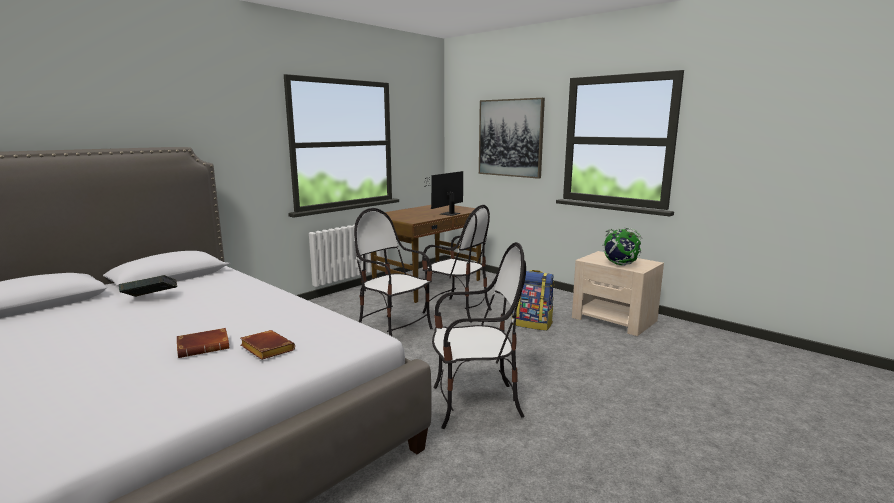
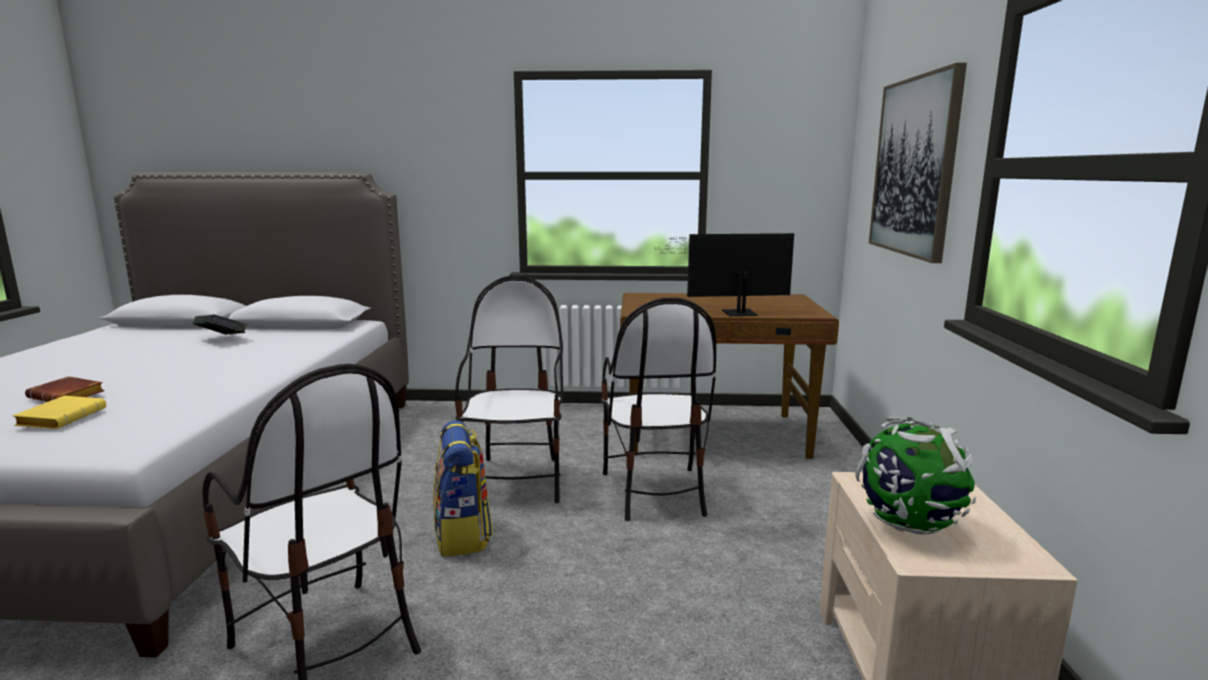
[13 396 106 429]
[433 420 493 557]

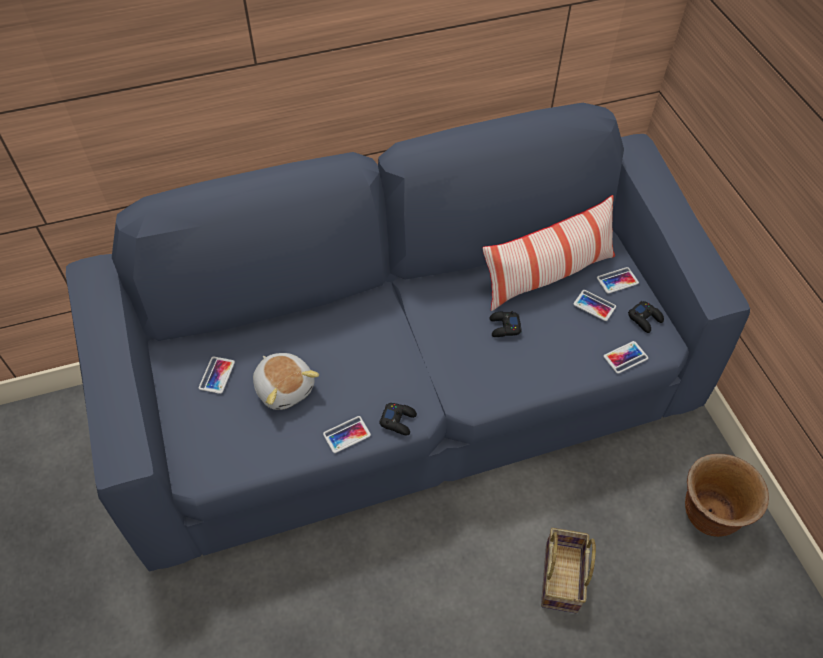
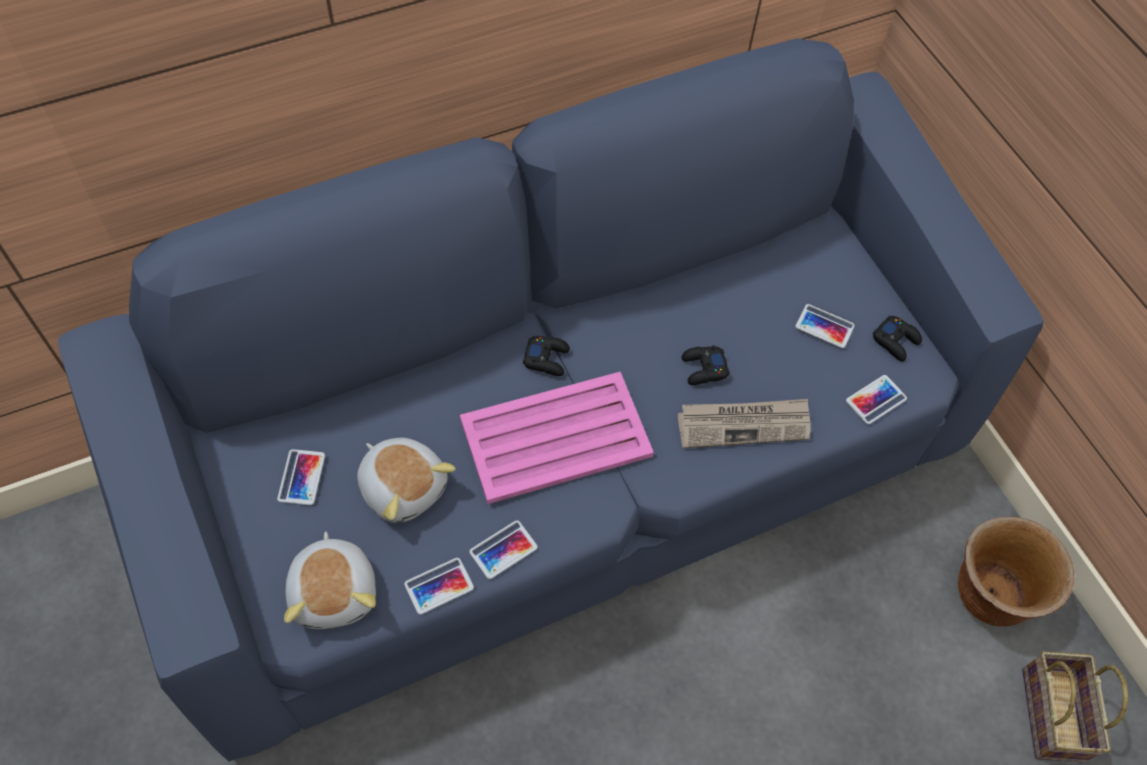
[284 532 376 629]
[404 558 474 614]
[460 372 654 504]
[523 336 570 376]
[678 399 811 448]
[1022 651 1128 763]
[482 195 615 311] (first image)

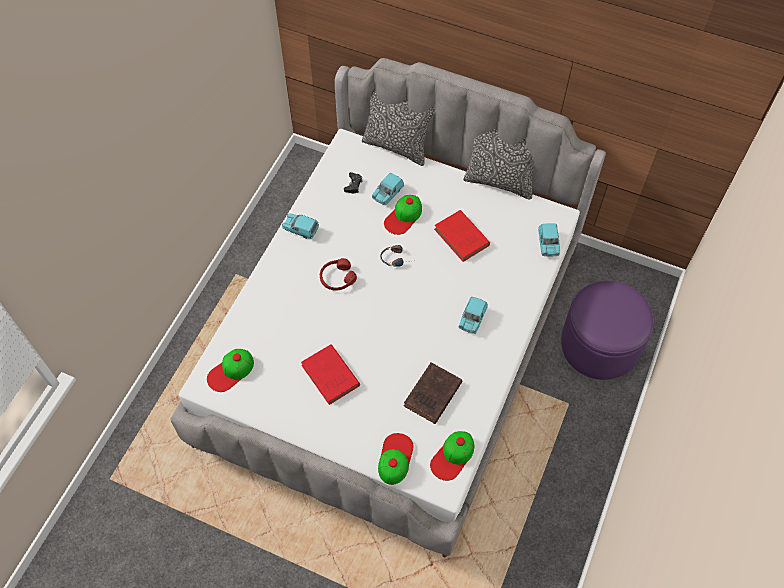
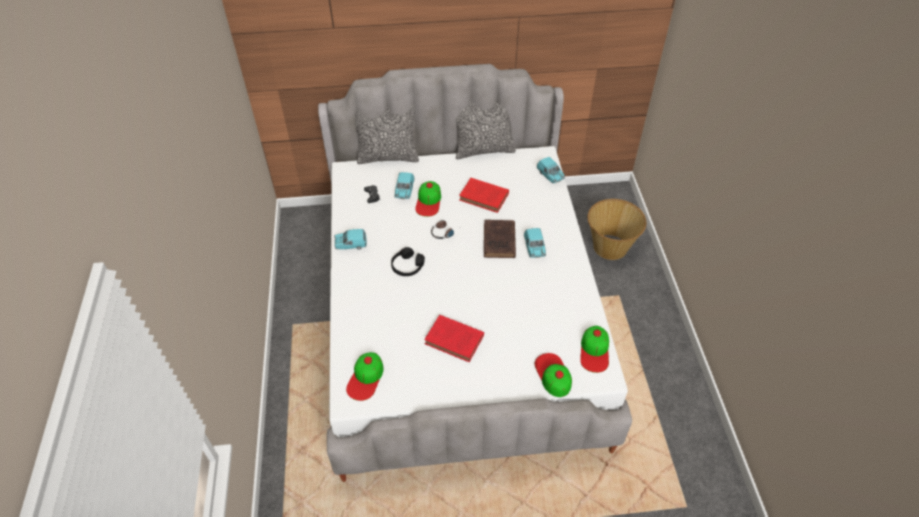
[391 247 425 276]
[484 220 516 258]
[588 199 646 260]

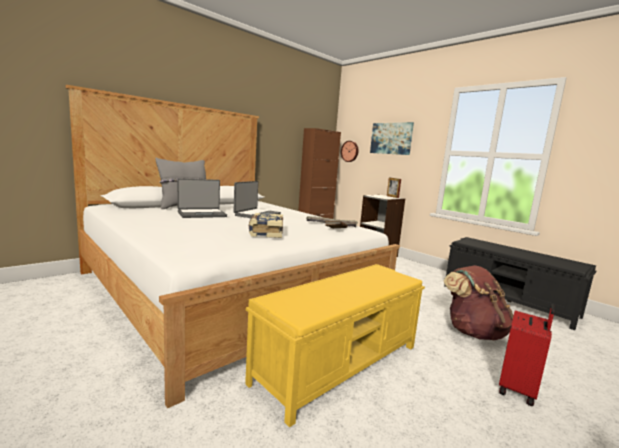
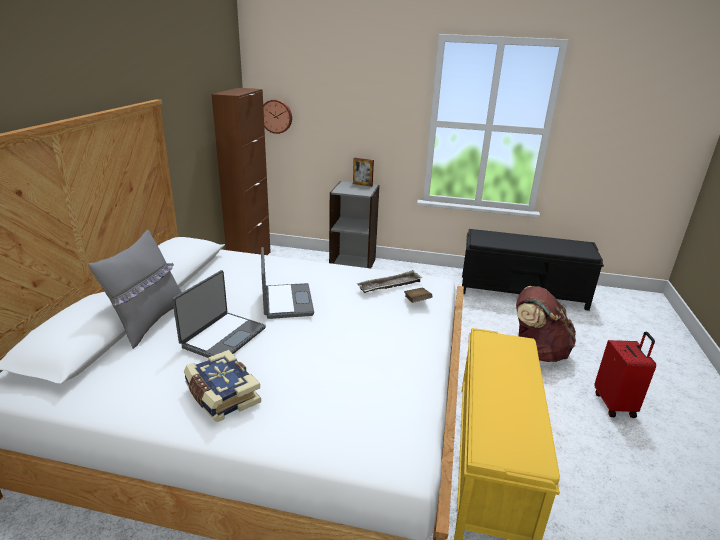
[184 350 261 422]
[370 122 414 155] (first image)

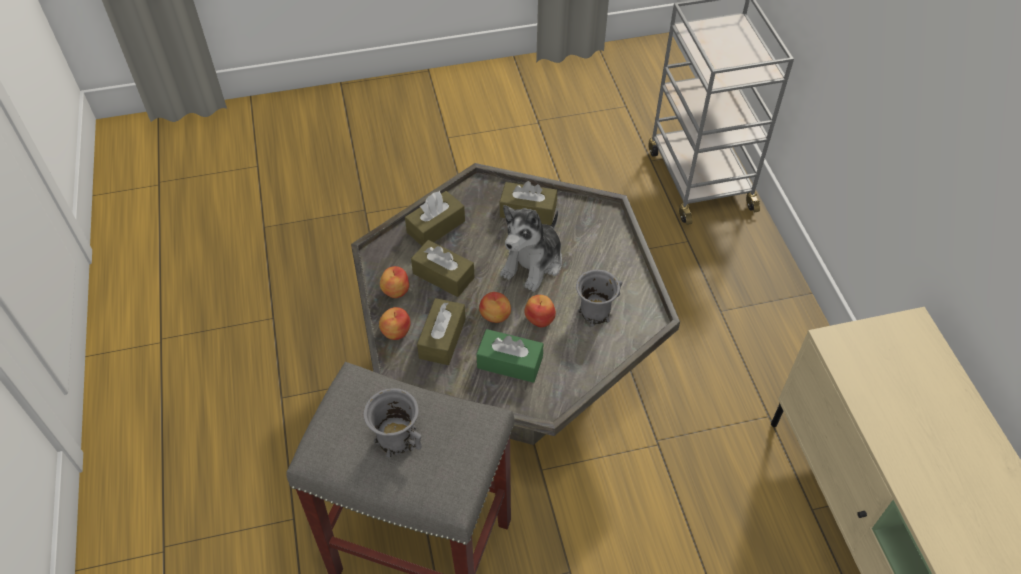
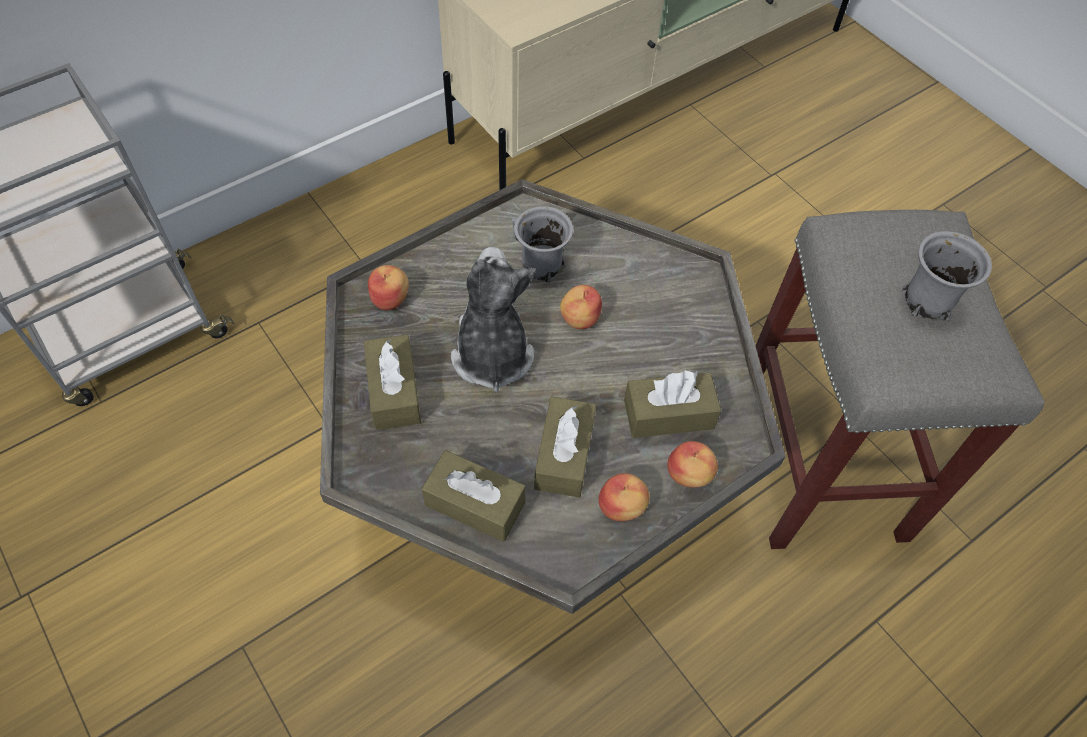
[368 265 409 310]
[451 246 536 392]
[476 329 543 383] (first image)

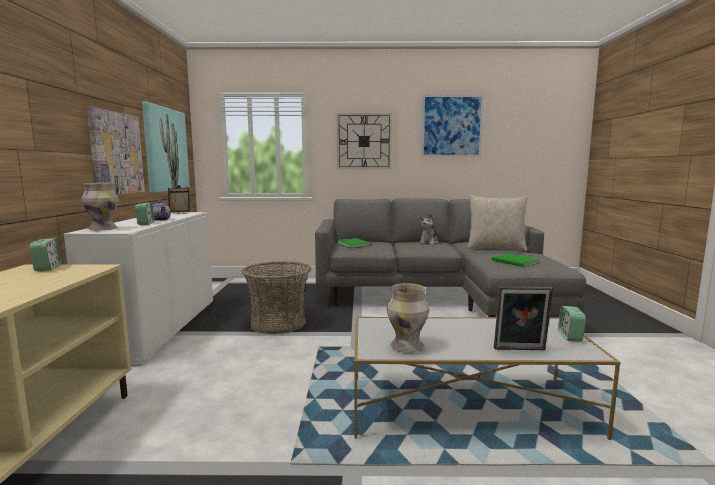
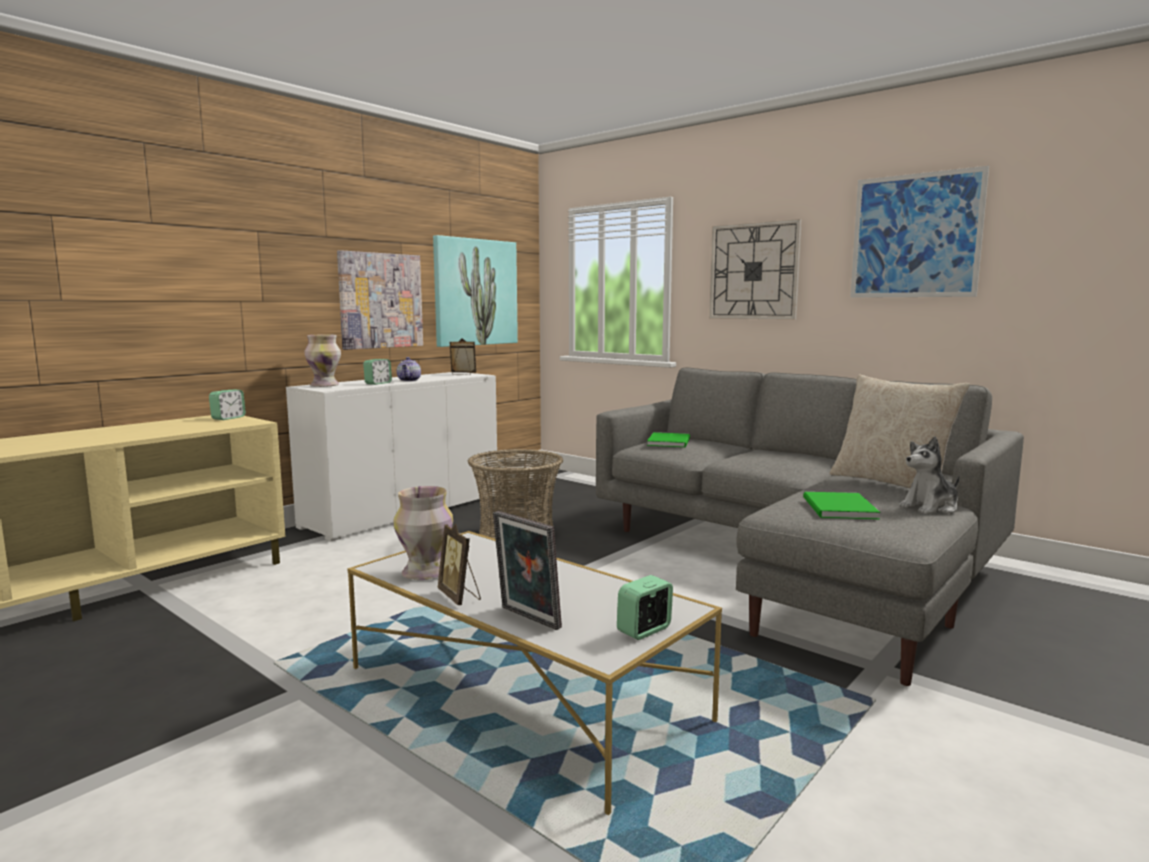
[438 524 481 605]
[899 436 960 514]

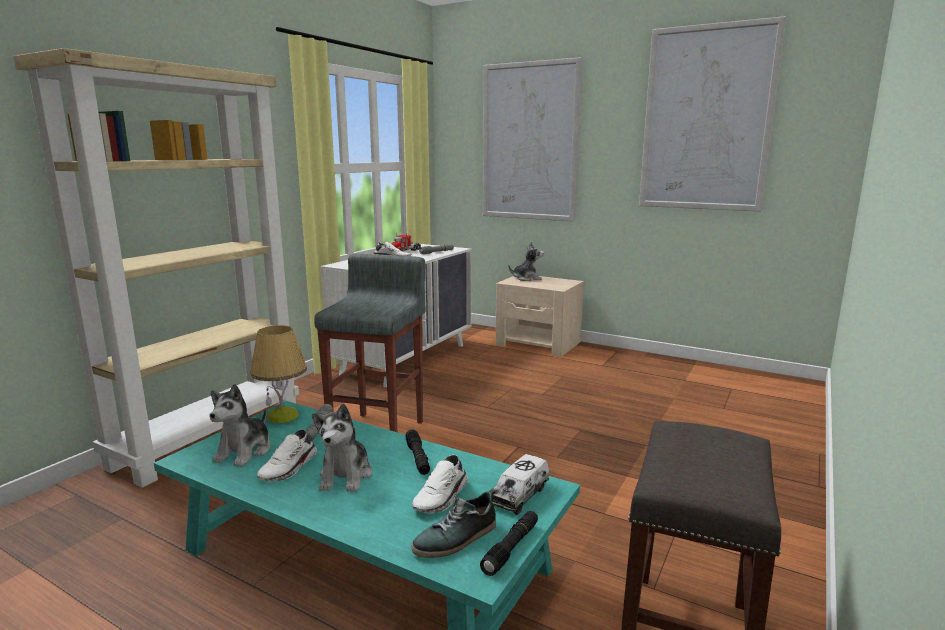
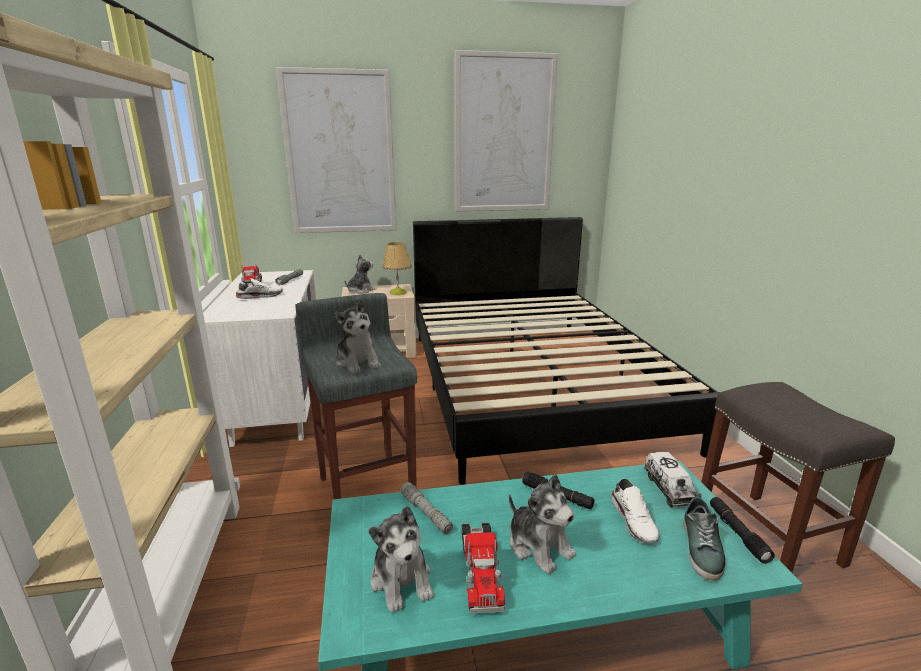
[334 299 381 374]
[382 242 412 295]
[413 217 720 485]
[461 522 505 613]

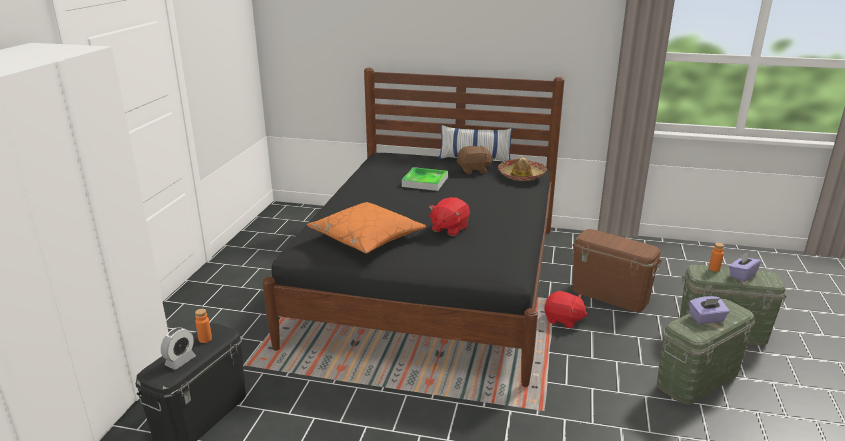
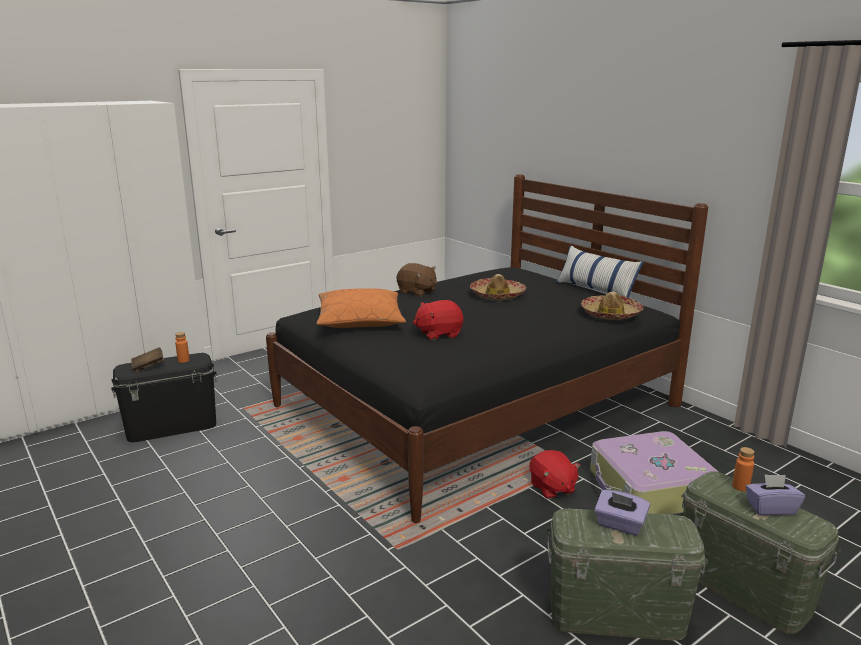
[131 347 164 373]
[397 263 437 297]
[470 274 526 300]
[590 431 718 515]

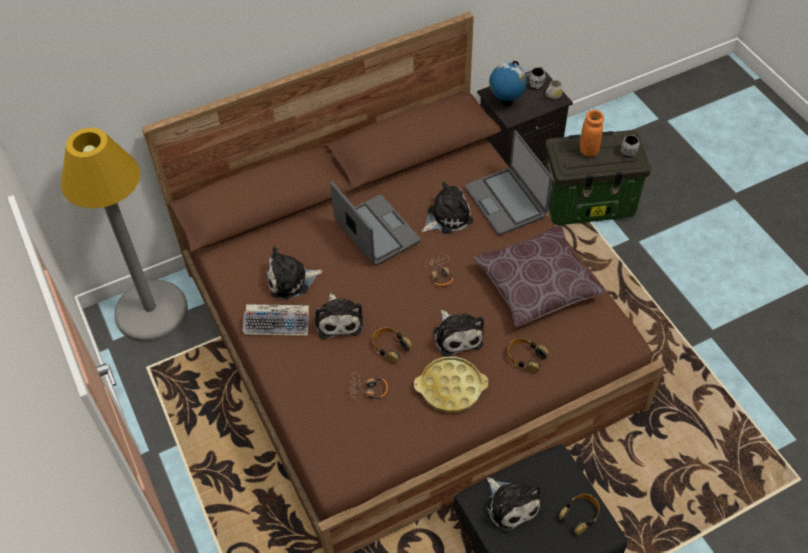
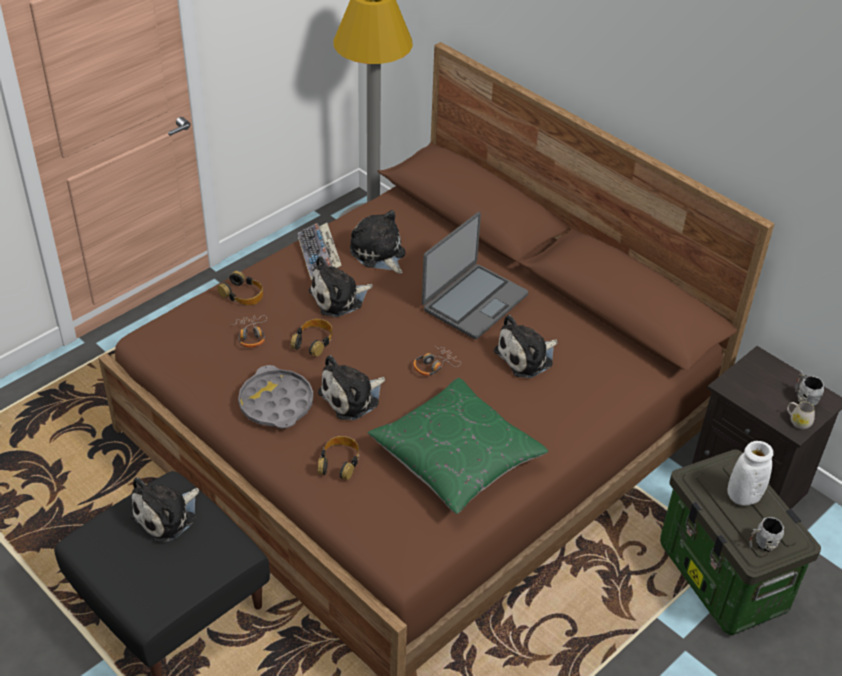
[217 271 263 305]
[238 365 313 429]
[368 378 548 514]
[494 315 558 378]
[727 441 773 505]
[465 130 553 235] (first image)
[489 61 527 106] (first image)

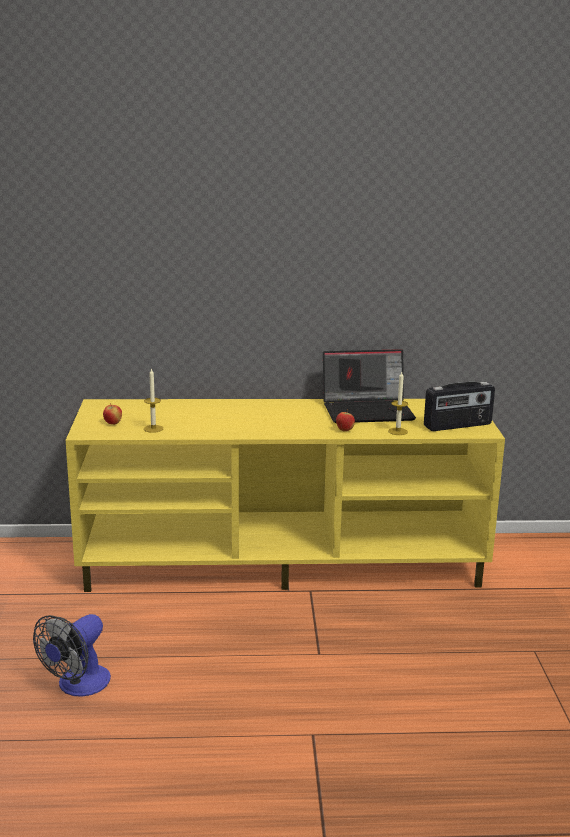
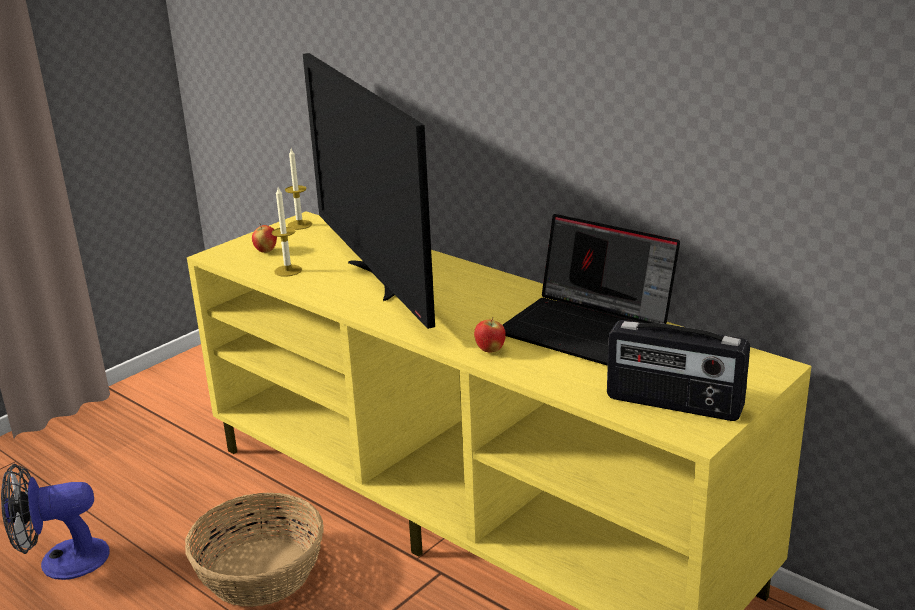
[185 493 324 607]
[285 149 312 230]
[303 53 435 329]

